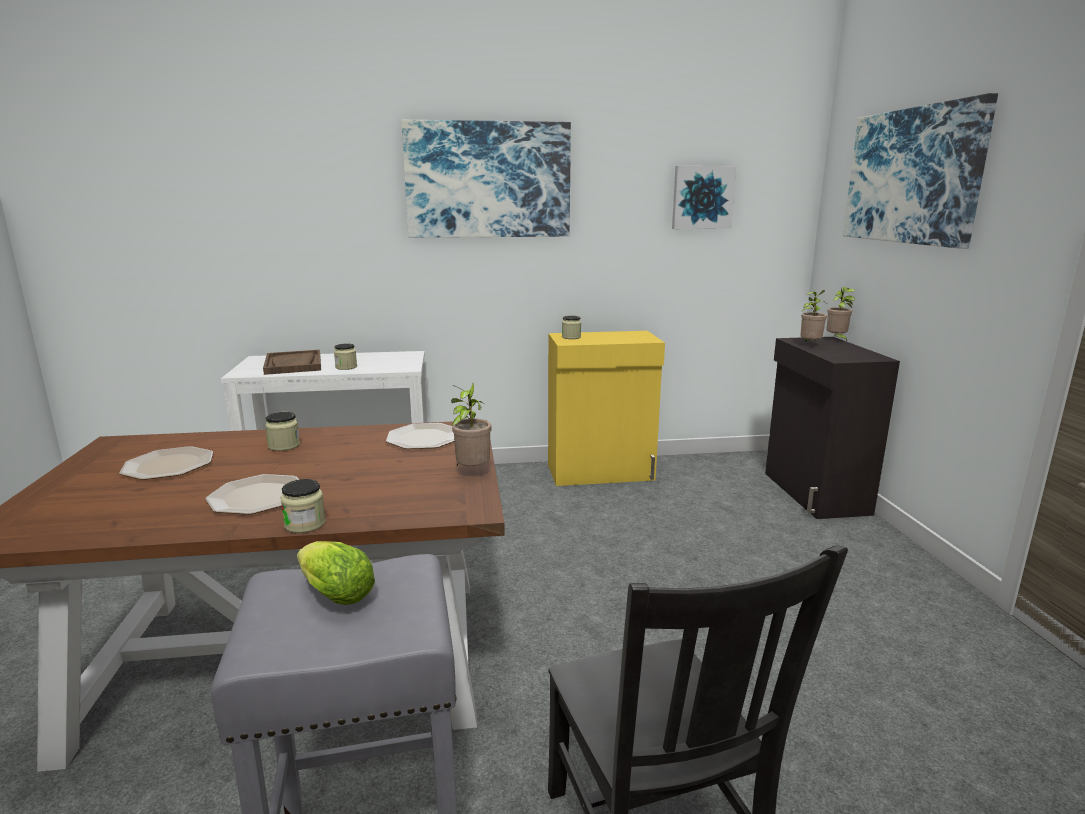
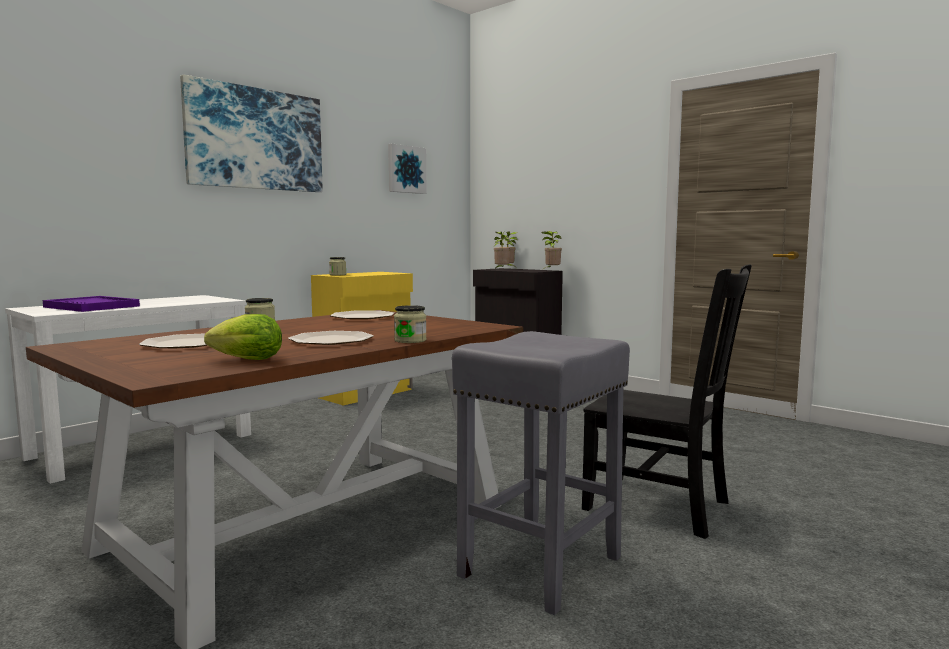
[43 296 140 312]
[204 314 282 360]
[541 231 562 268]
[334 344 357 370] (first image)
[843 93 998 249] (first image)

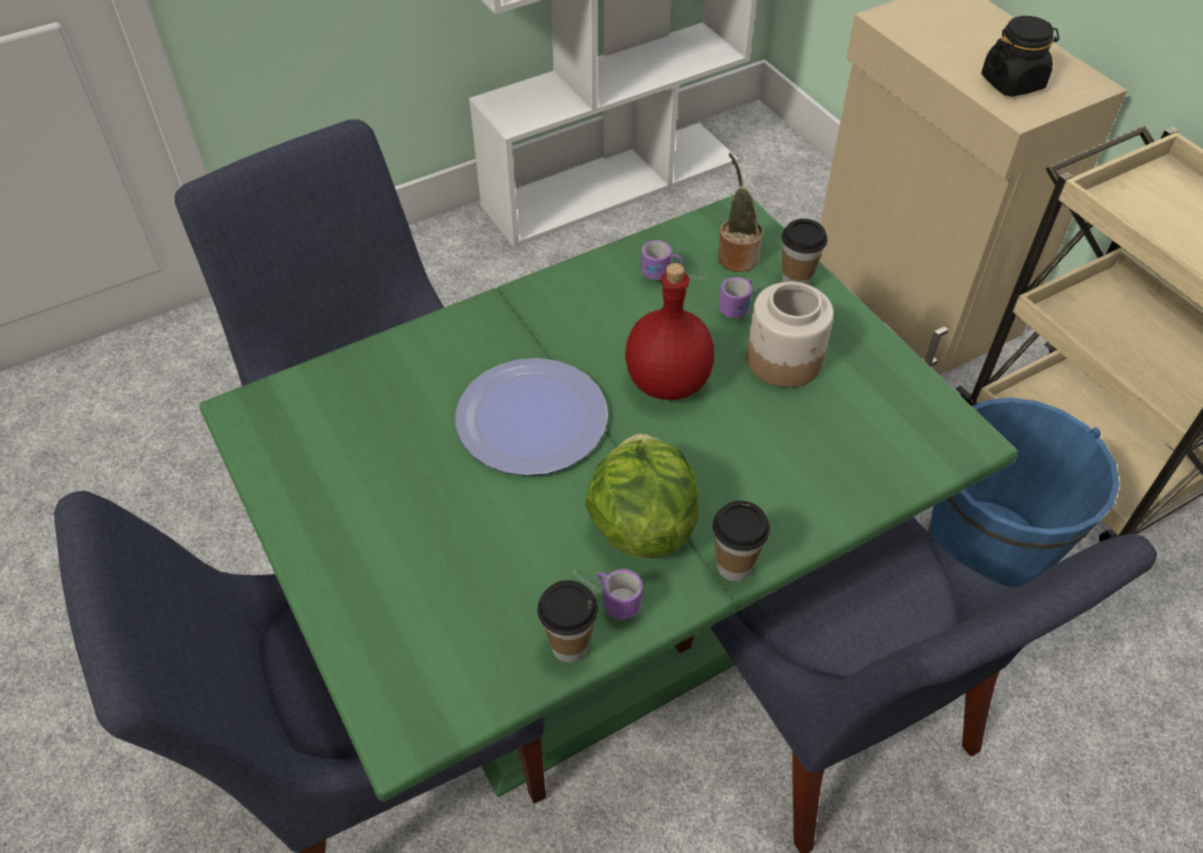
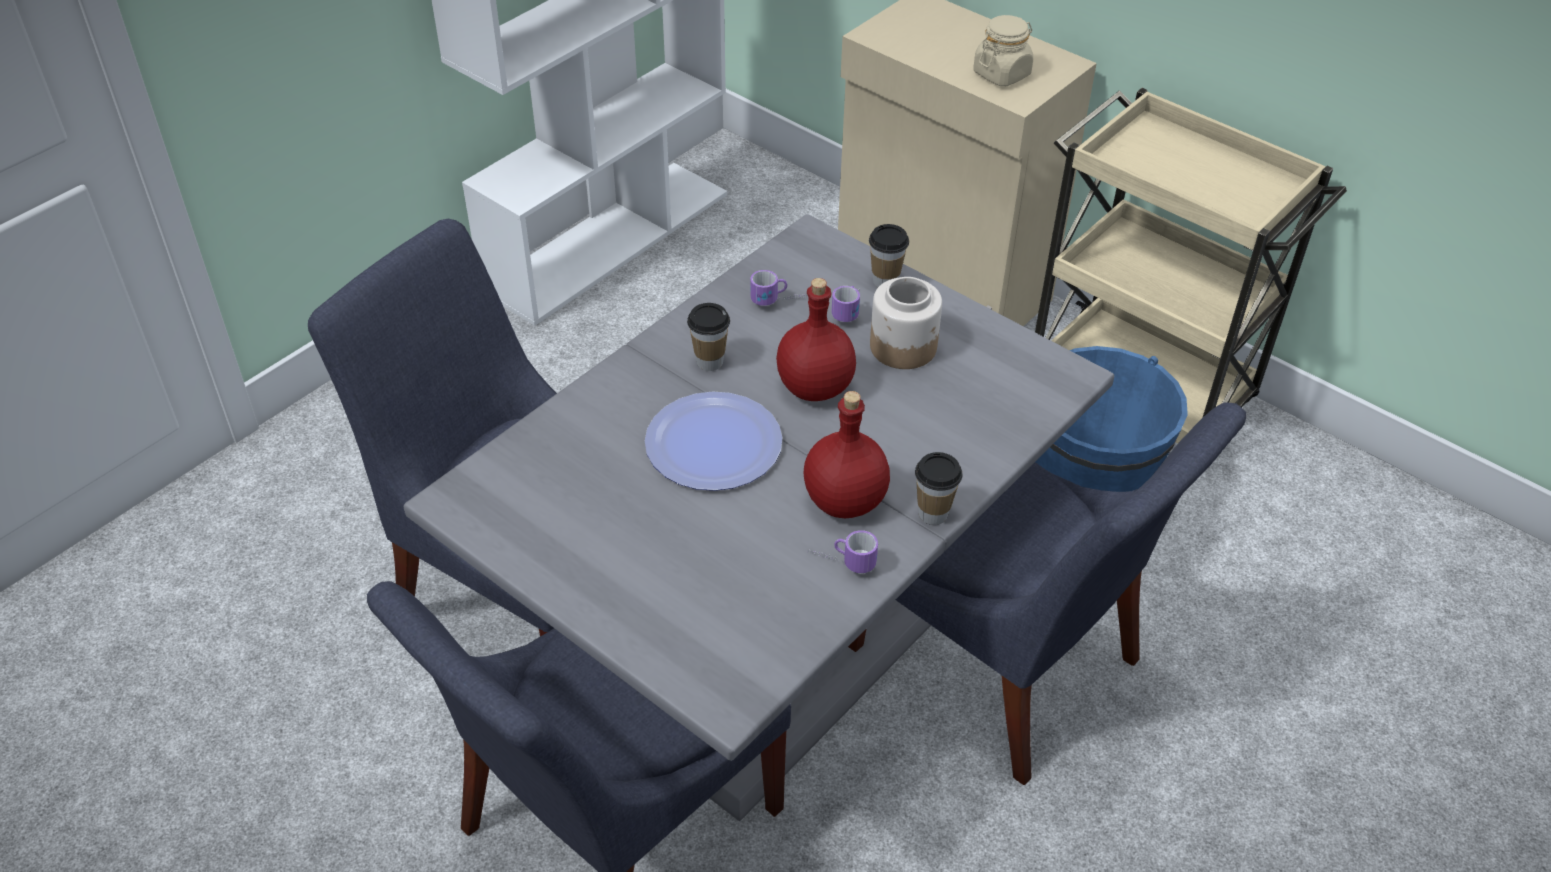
[404 214 1115 821]
[687 303 730 371]
[804 391 890 518]
[973 15 1033 86]
[718 152 763 272] (first image)

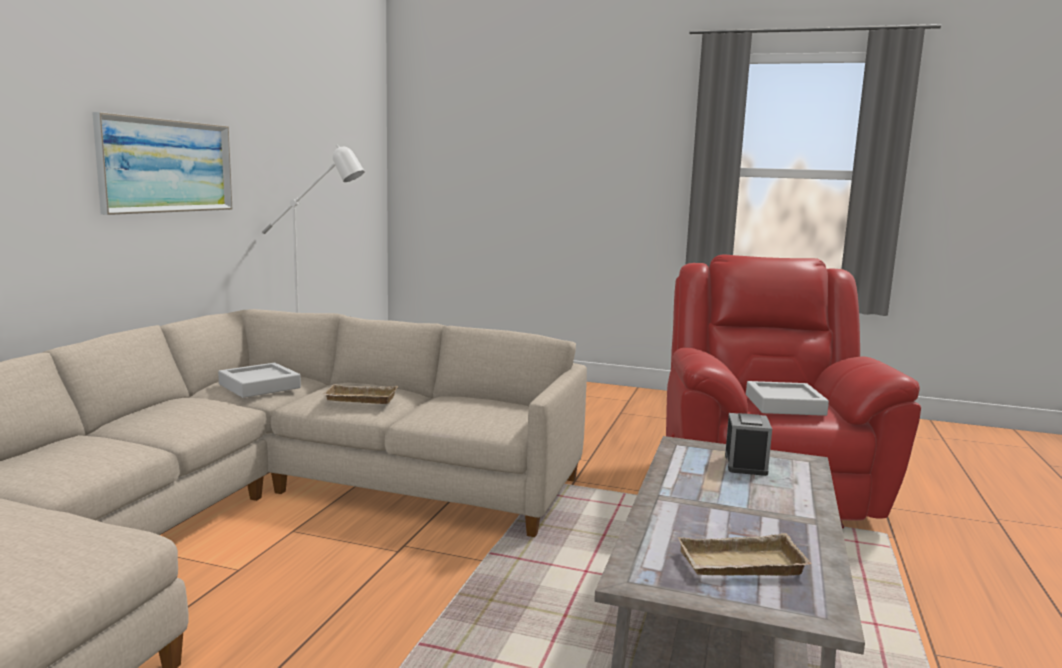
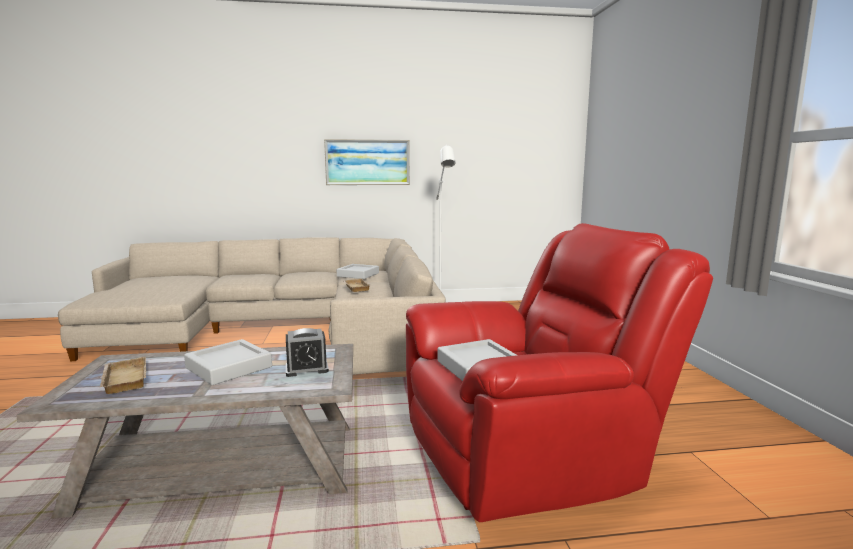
[184 339 272 385]

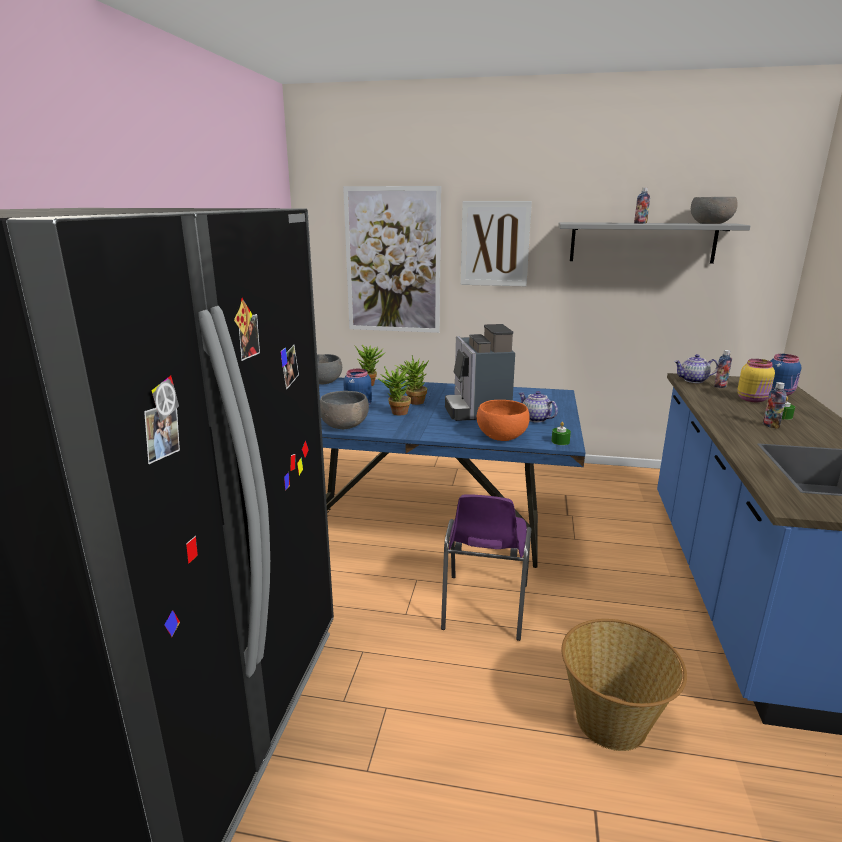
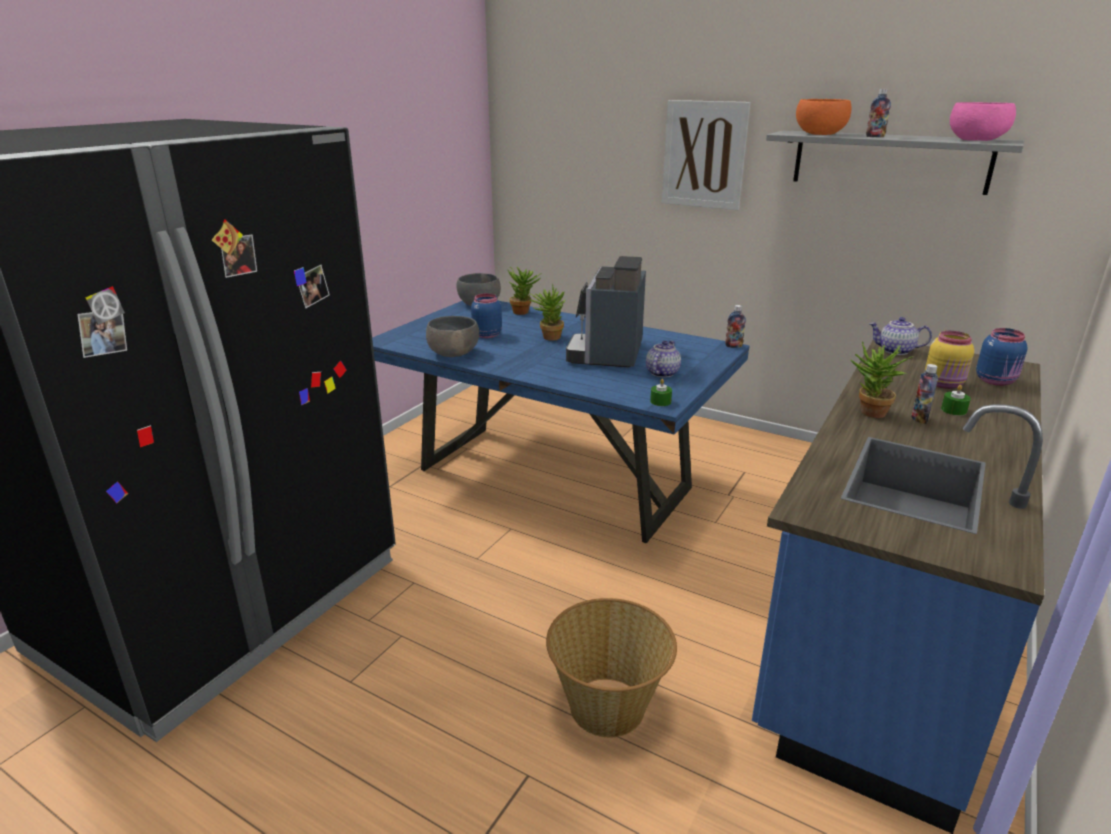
[646 341 681 378]
[725 305 746 348]
[796 99 852 135]
[850 342 912 418]
[950 102 1016 141]
[343 186 441 333] (first image)
[441 494 531 641] (first image)

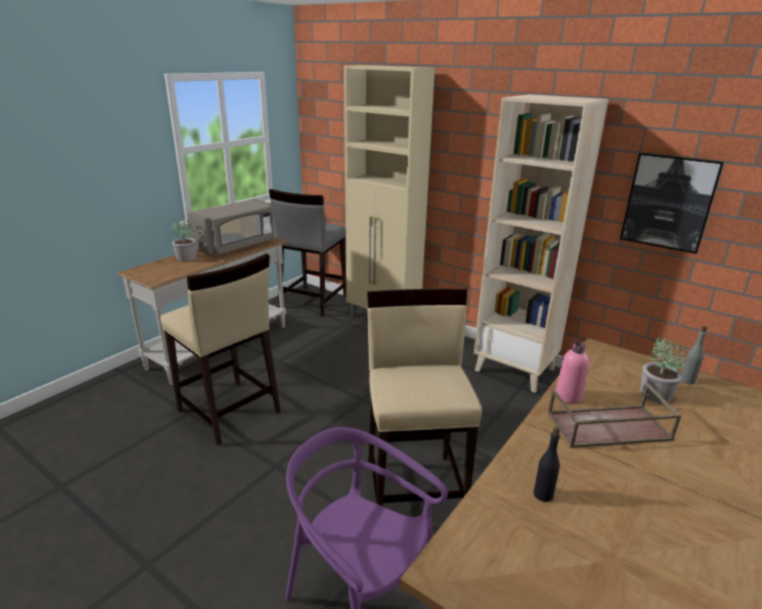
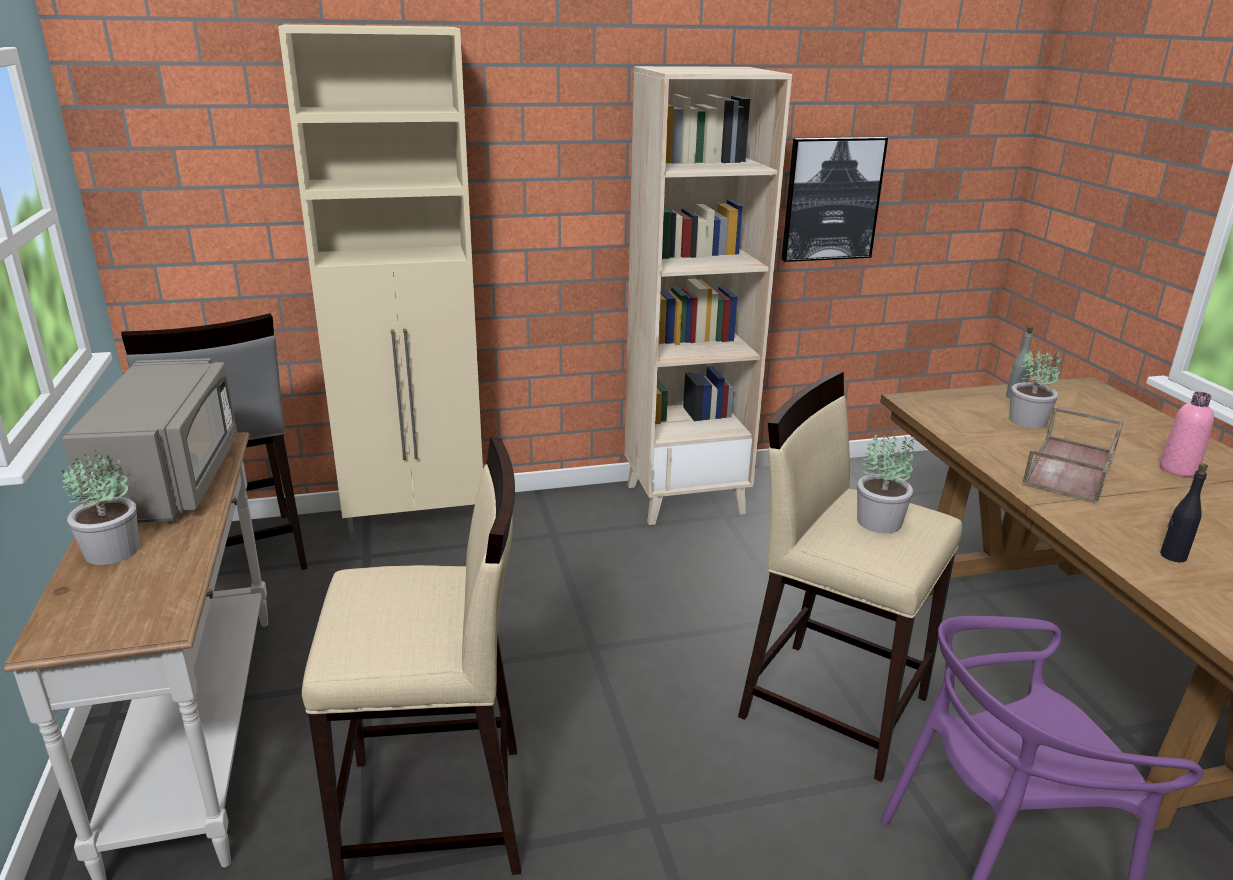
[857 431 914 533]
[1159 392 1214 477]

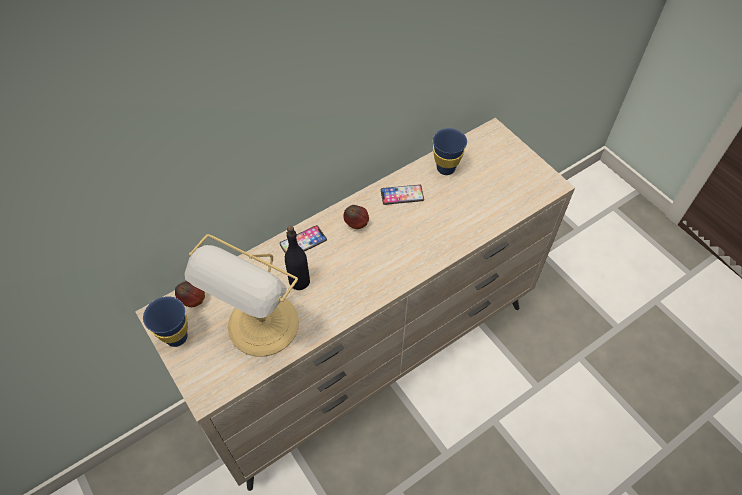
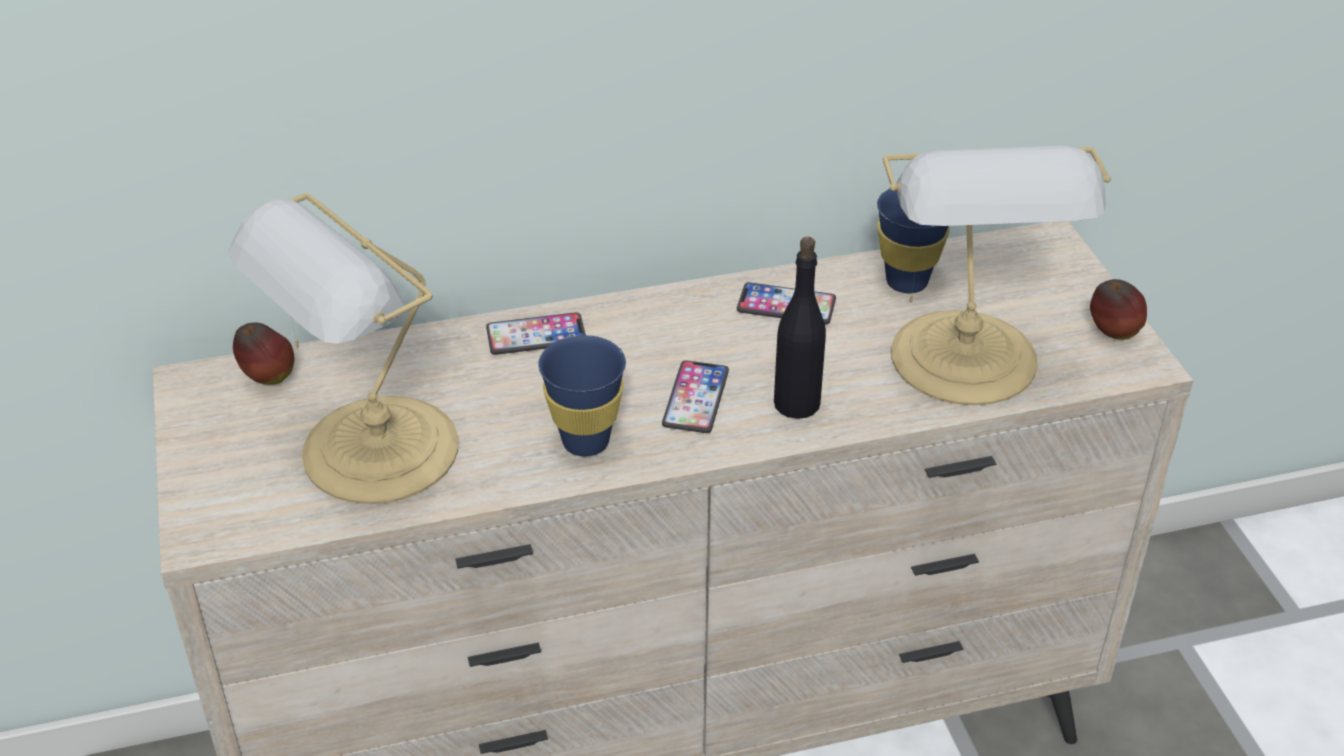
[538 335 626 456]
[662 360 729 433]
[774 237 826 419]
[882 146 1111 405]
[1090 279 1147 340]

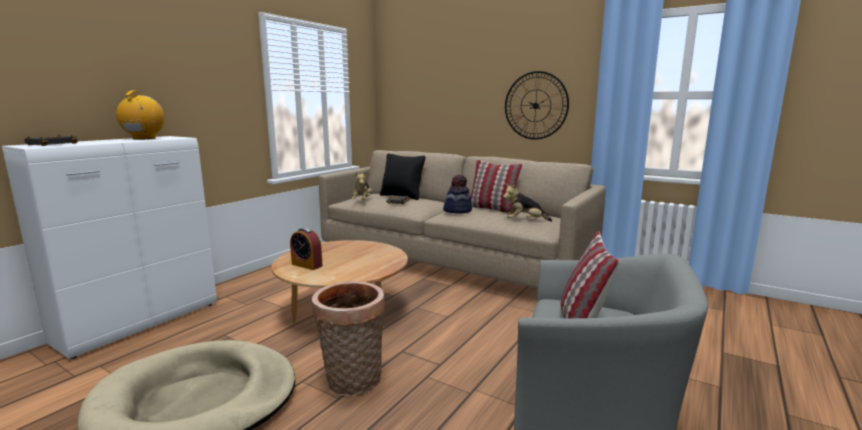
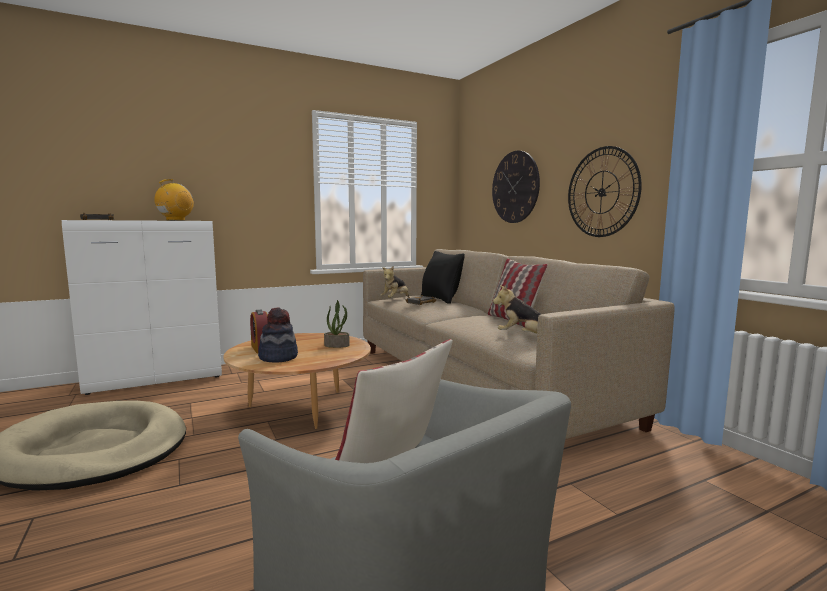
[258 307 298 363]
[324 300 350 348]
[492 150 540 223]
[312 281 385 396] (first image)

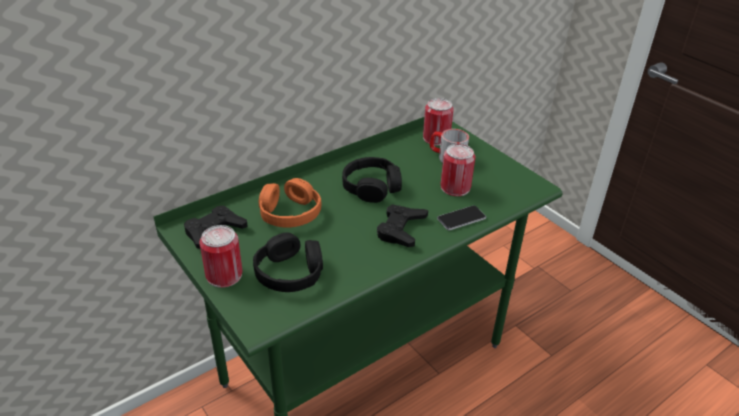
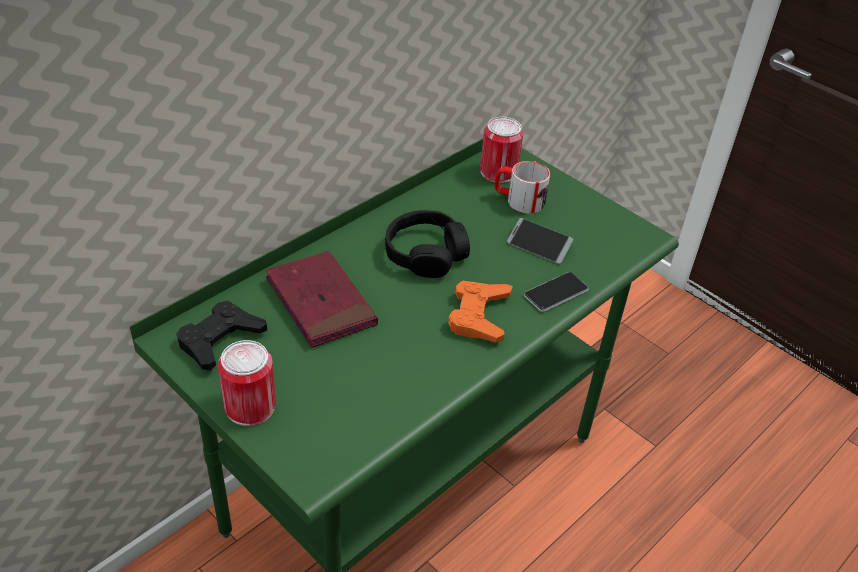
[266 251 378 348]
[448 281 513 342]
[507 218 574 264]
[253 232 323 292] (first image)

